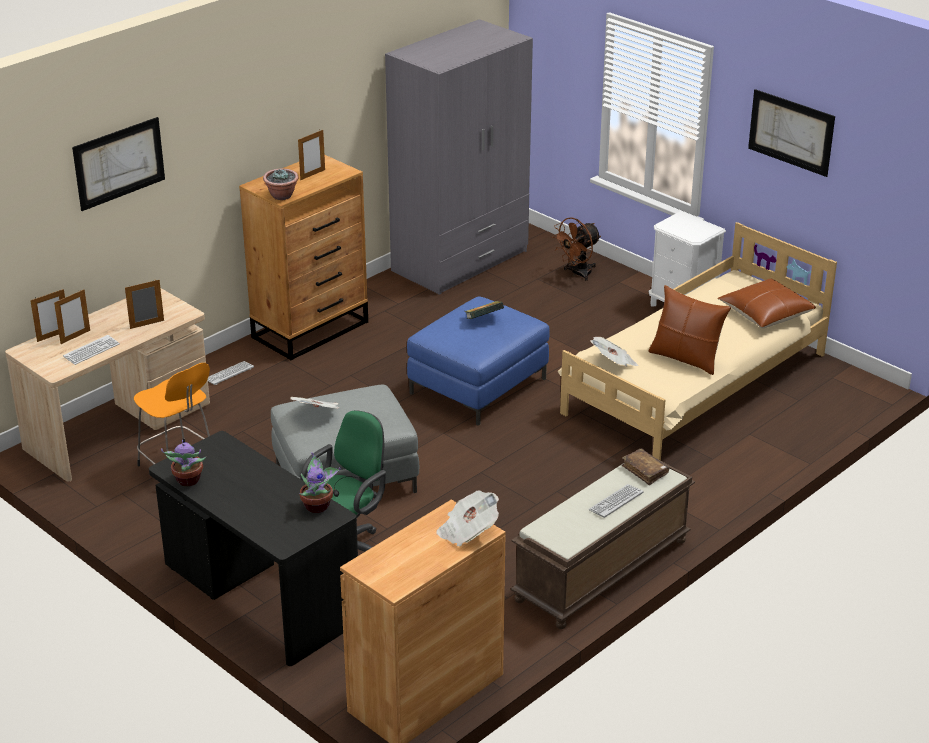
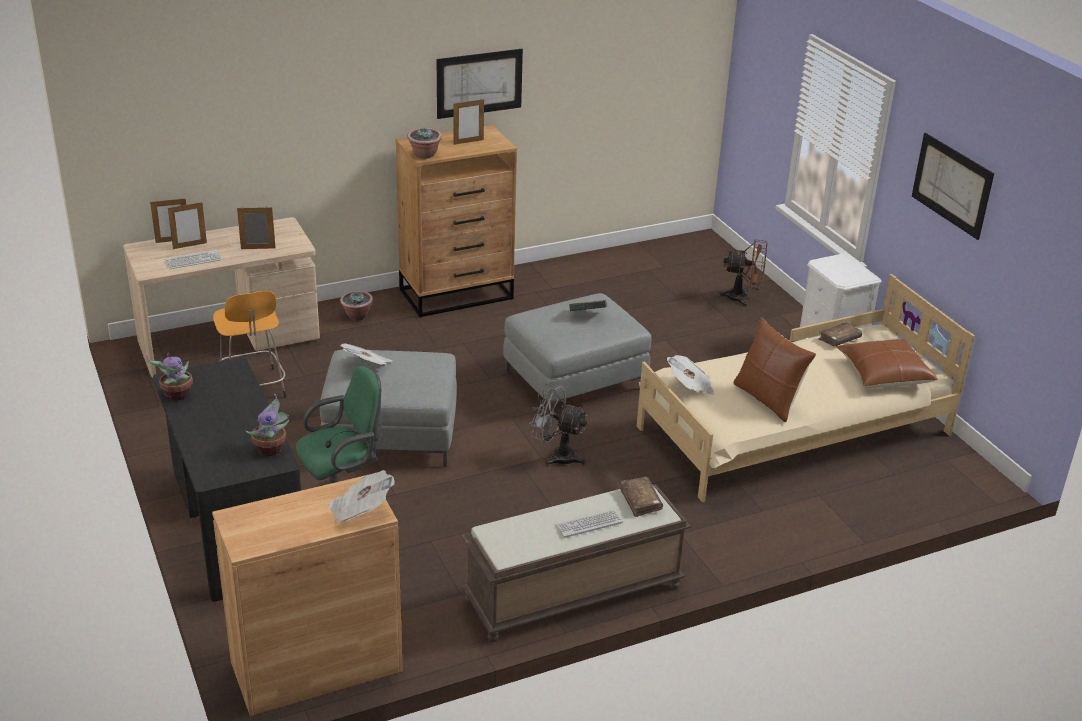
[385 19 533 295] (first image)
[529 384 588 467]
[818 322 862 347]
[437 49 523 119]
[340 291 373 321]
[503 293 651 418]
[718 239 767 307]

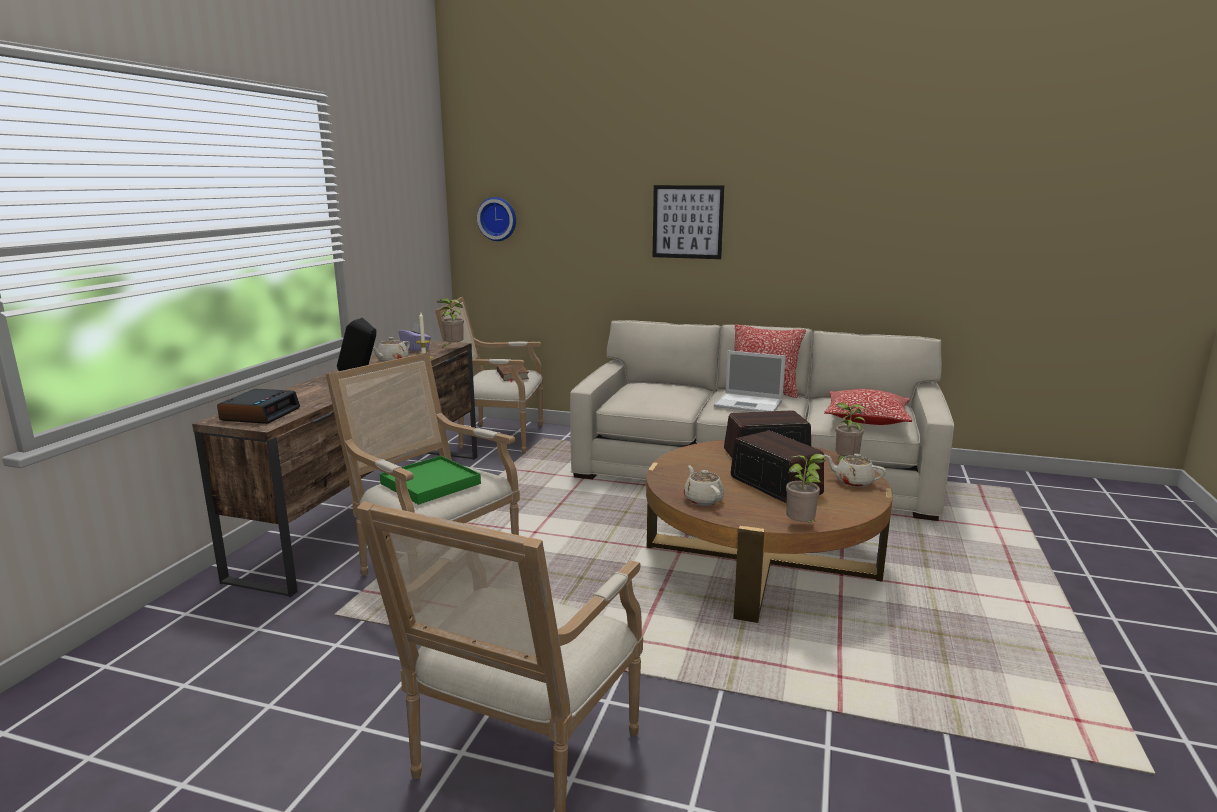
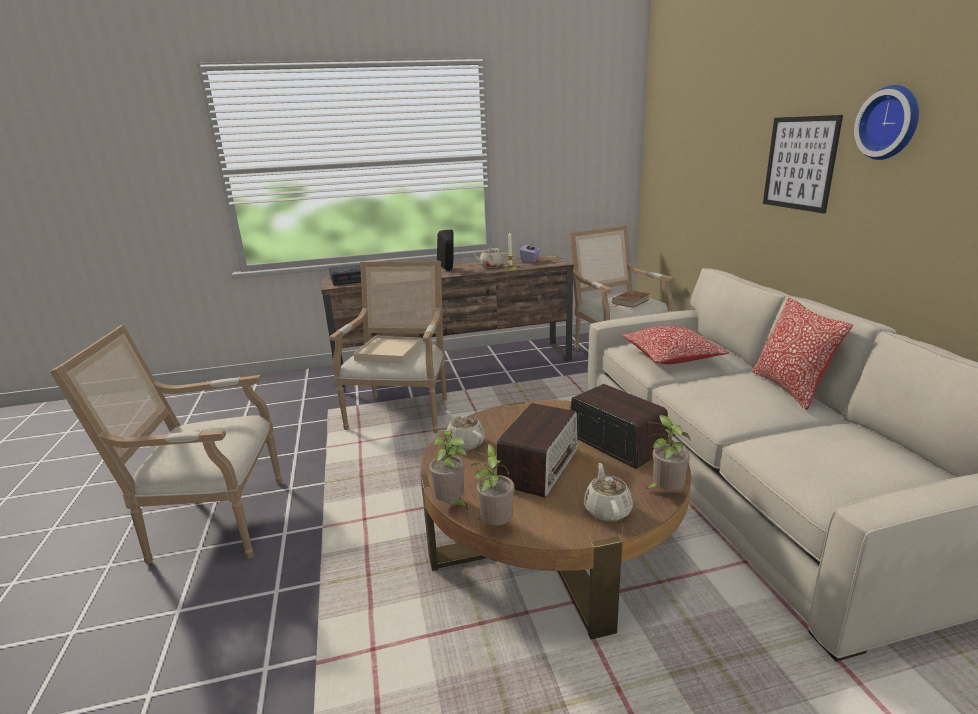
[714 351 786 412] (first image)
[471 444 515 525]
[854 85 919 160]
[621 326 729 364]
[353 335 422 364]
[446 410 485 450]

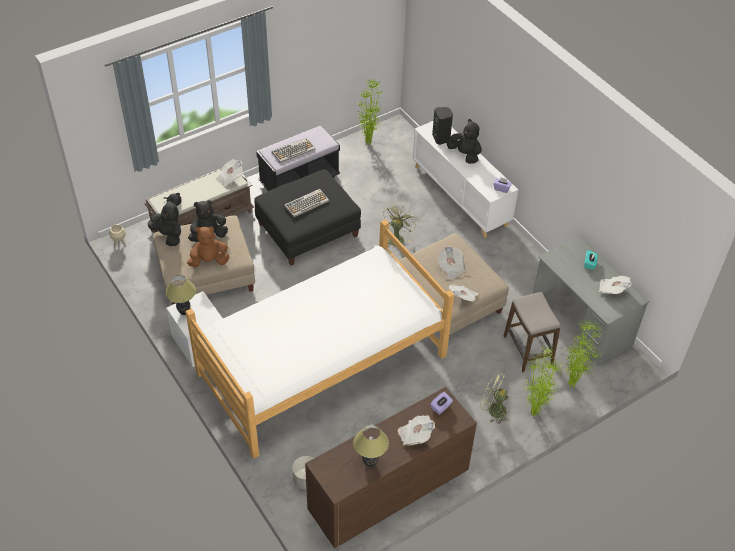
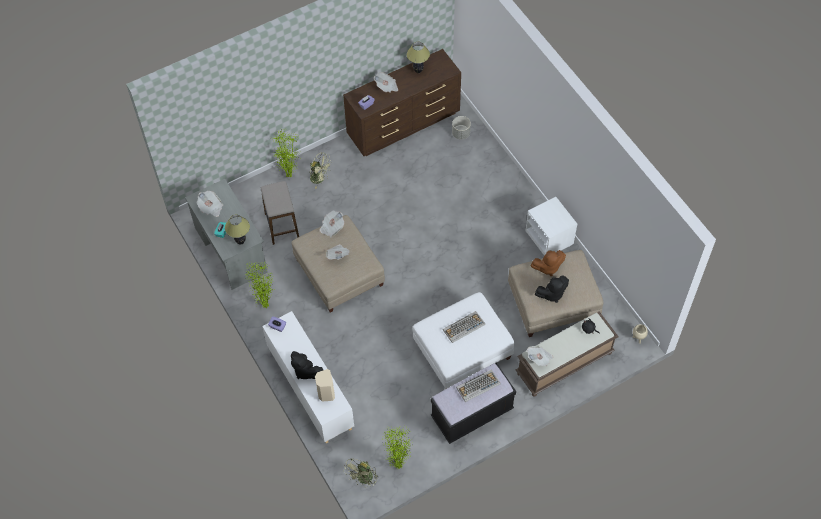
[148 199 181 246] (first image)
[185 220 454 459] (first image)
[225 214 250 245]
[344 458 379 488]
[245 261 275 308]
[413 292 514 389]
[315 369 335 401]

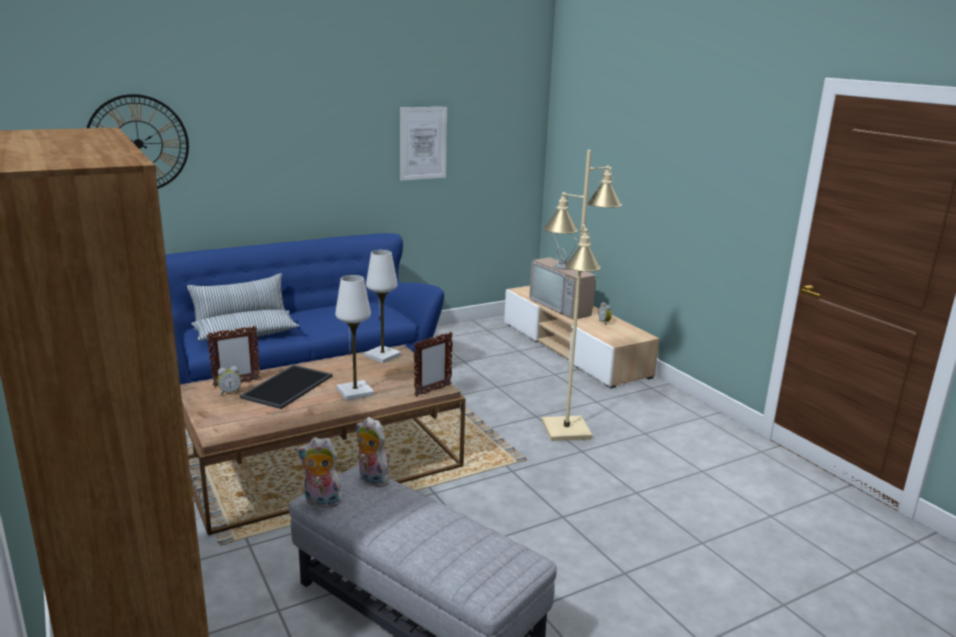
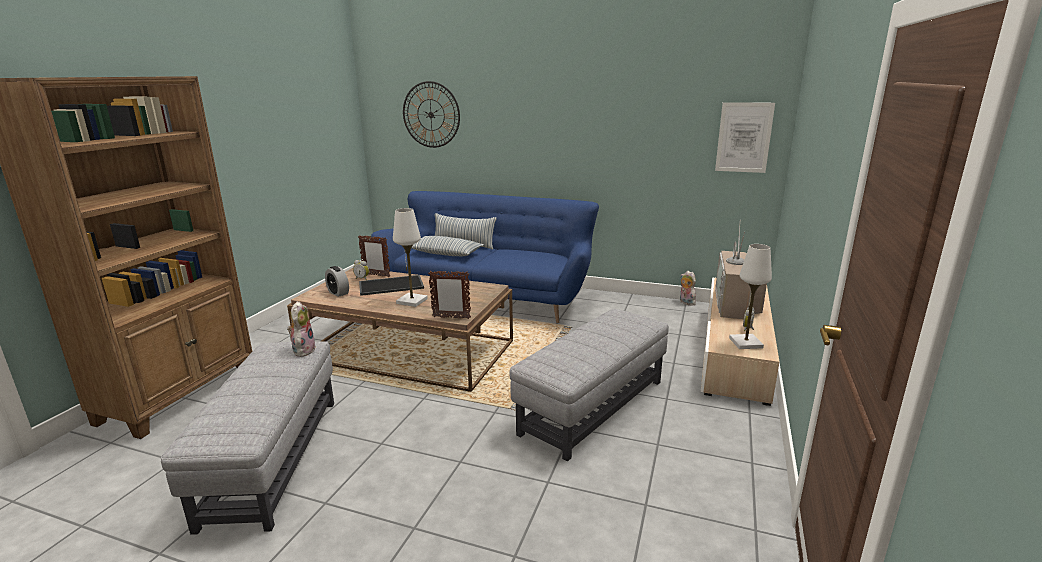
[325 266 349 297]
[680 271 696 306]
[729 244 772 349]
[715 102 775 173]
[510 309 669 462]

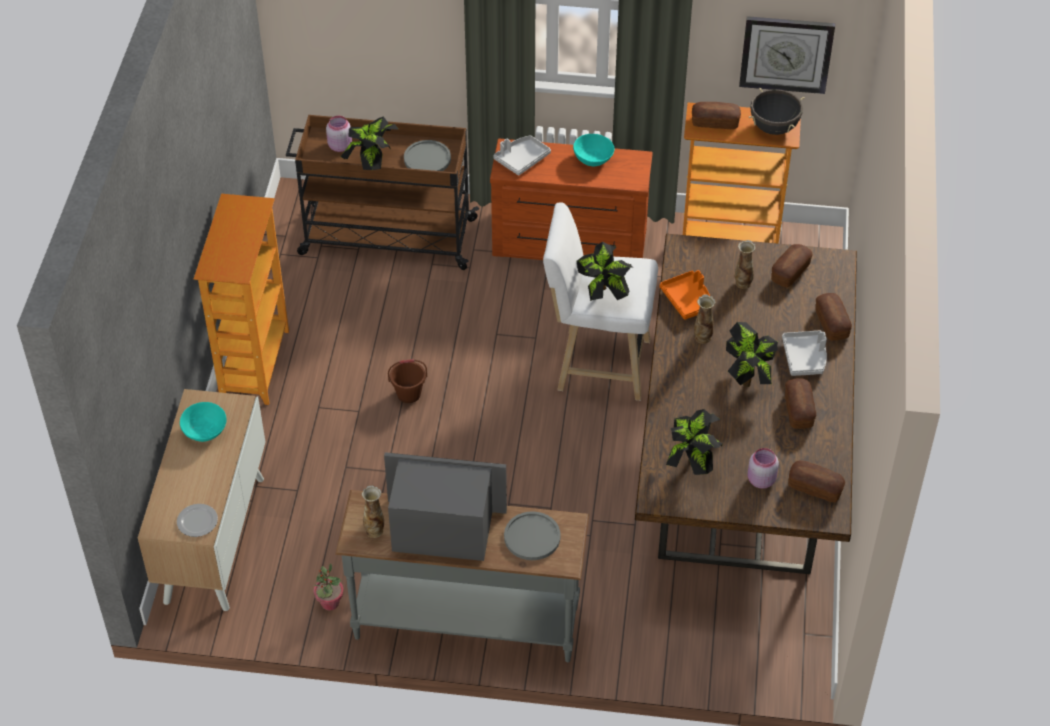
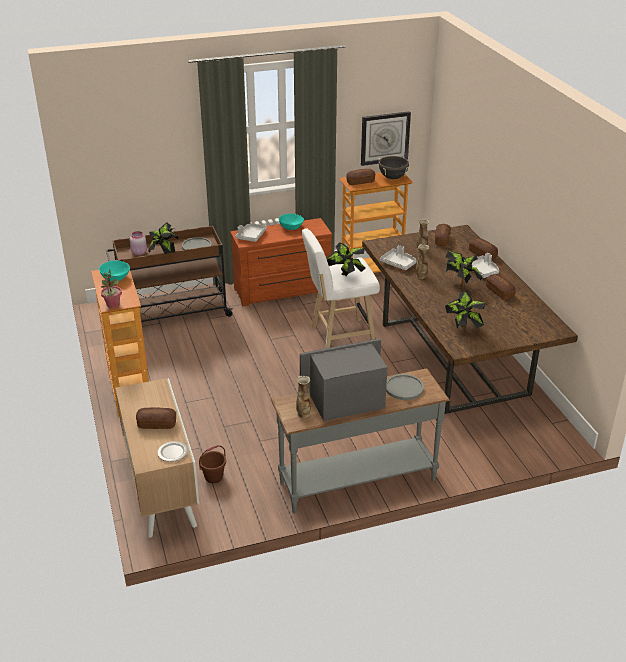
[748 448 779 489] (first image)
[99 261 130 281]
[101 269 122 308]
[199 445 226 483]
[136 408 176 429]
[380 245 416 270]

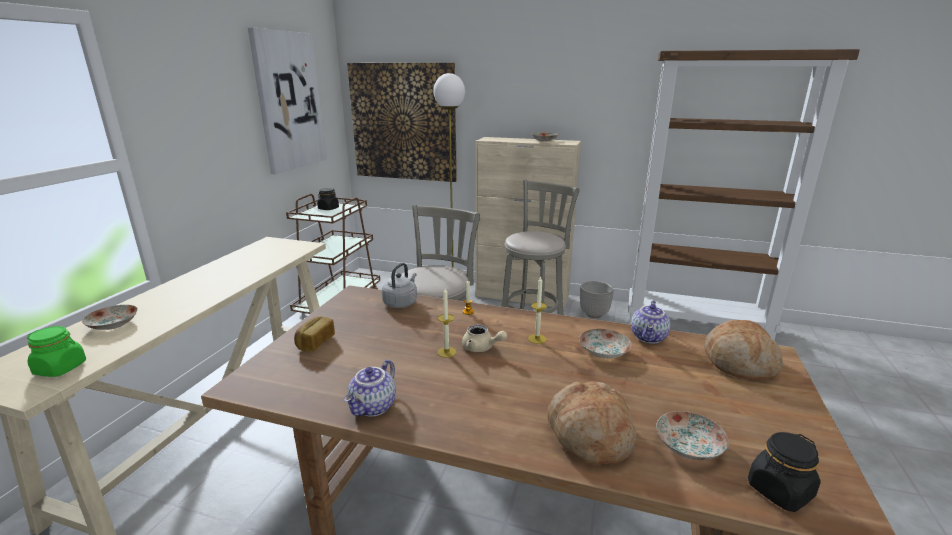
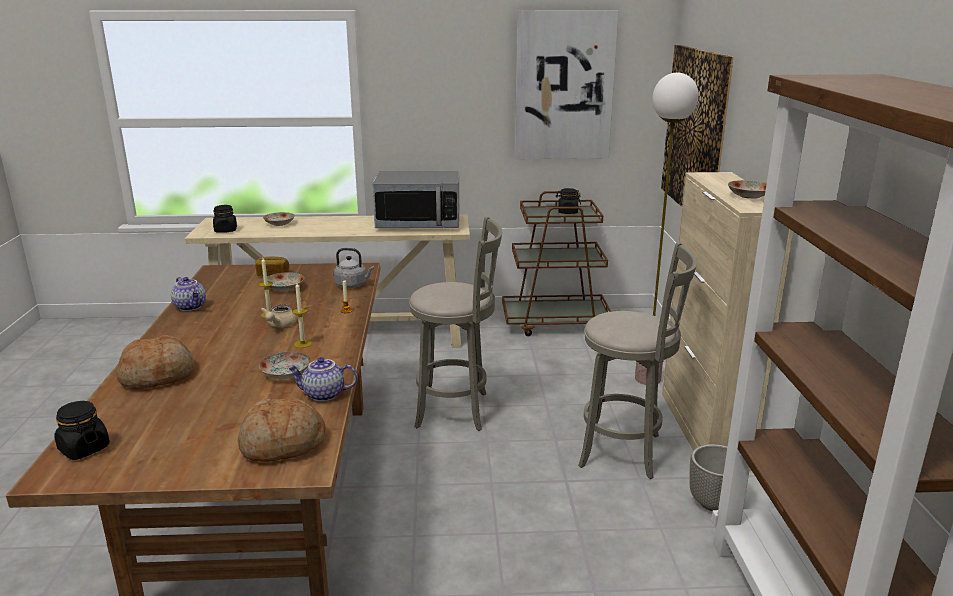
[372 171 459 228]
[267 272 304 291]
[213 205 237 233]
[171 277 206 311]

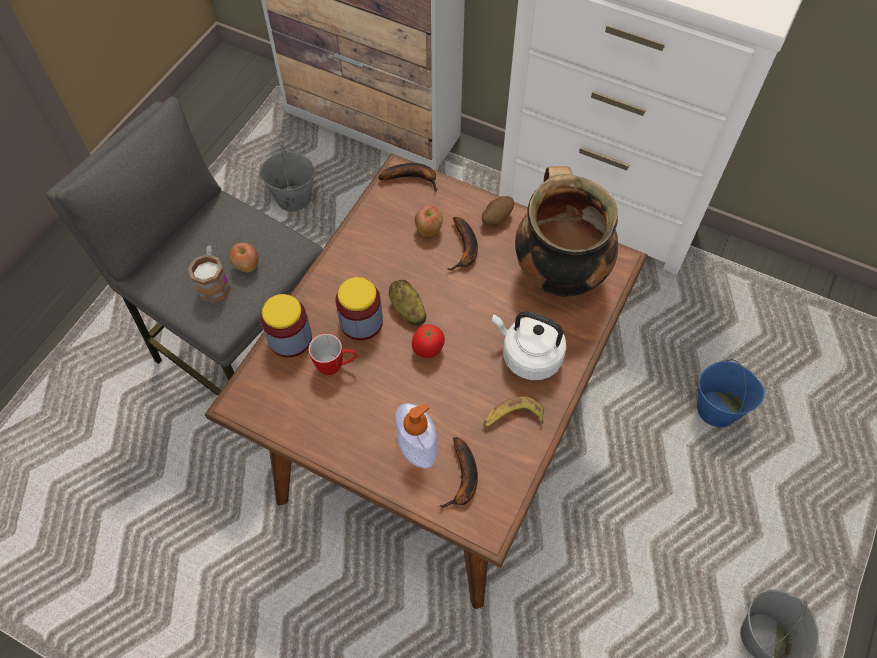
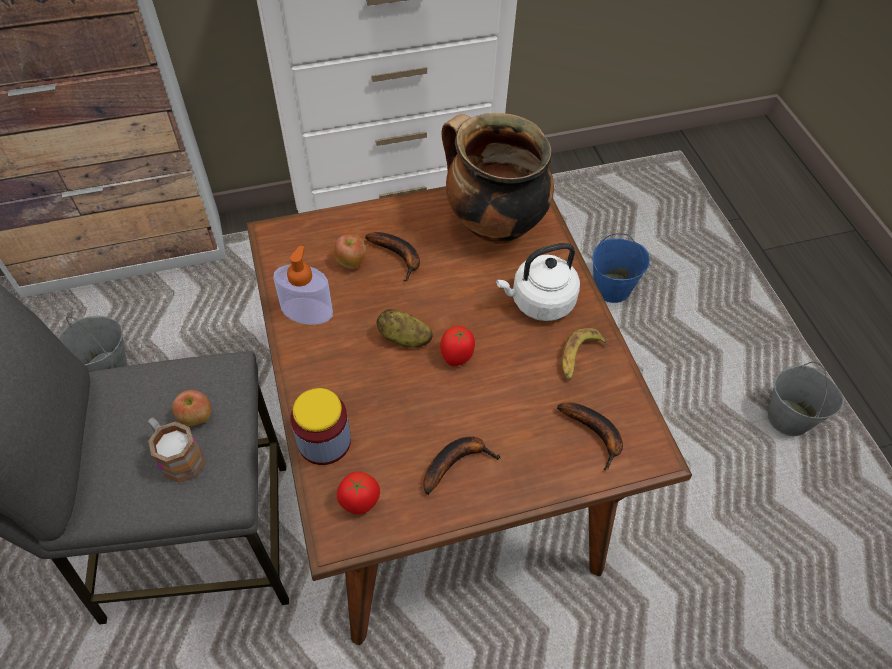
[308 333 357 375] (first image)
[335 277 383 340] (first image)
[482 196 514 225] (first image)
[337 472 380 514]
[423 436 501 495]
[273 246 333 325]

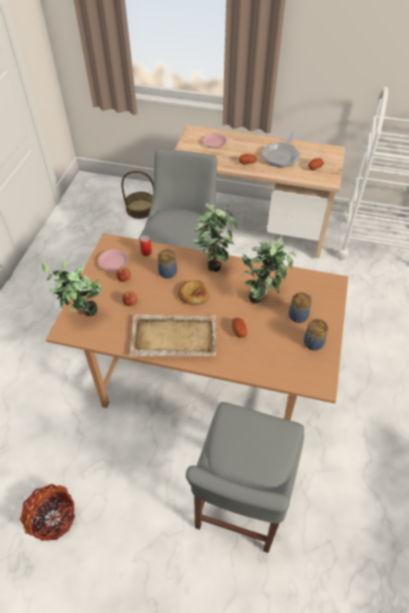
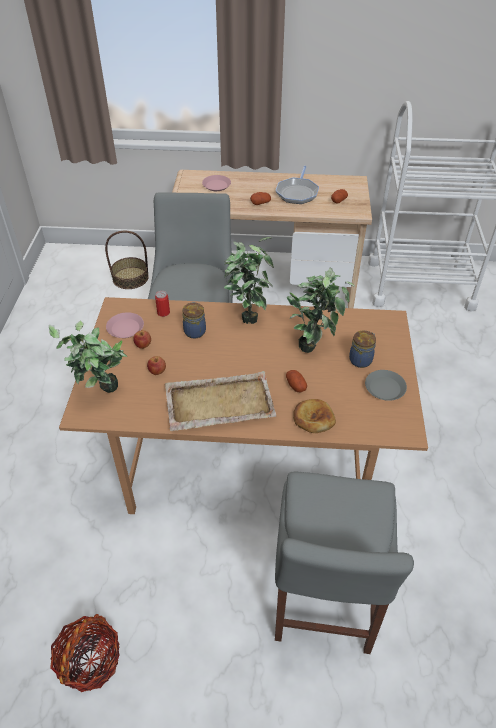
[293 399 336 433]
[365 370 407 401]

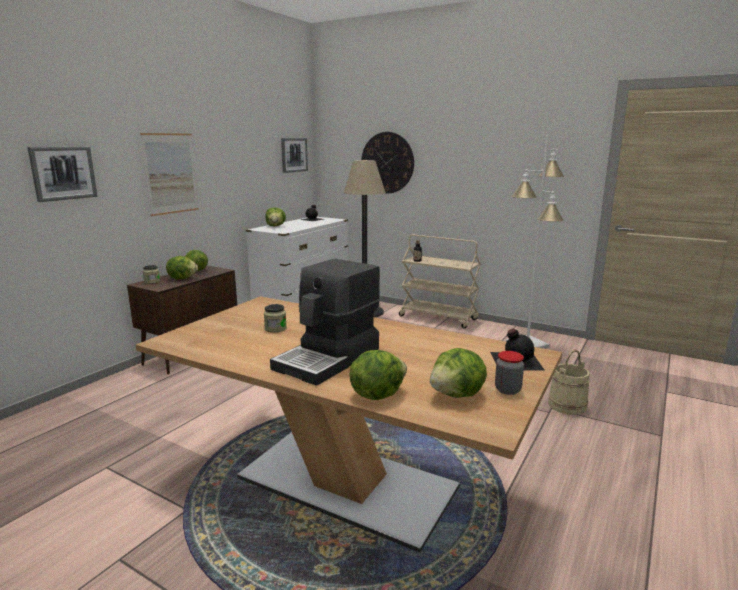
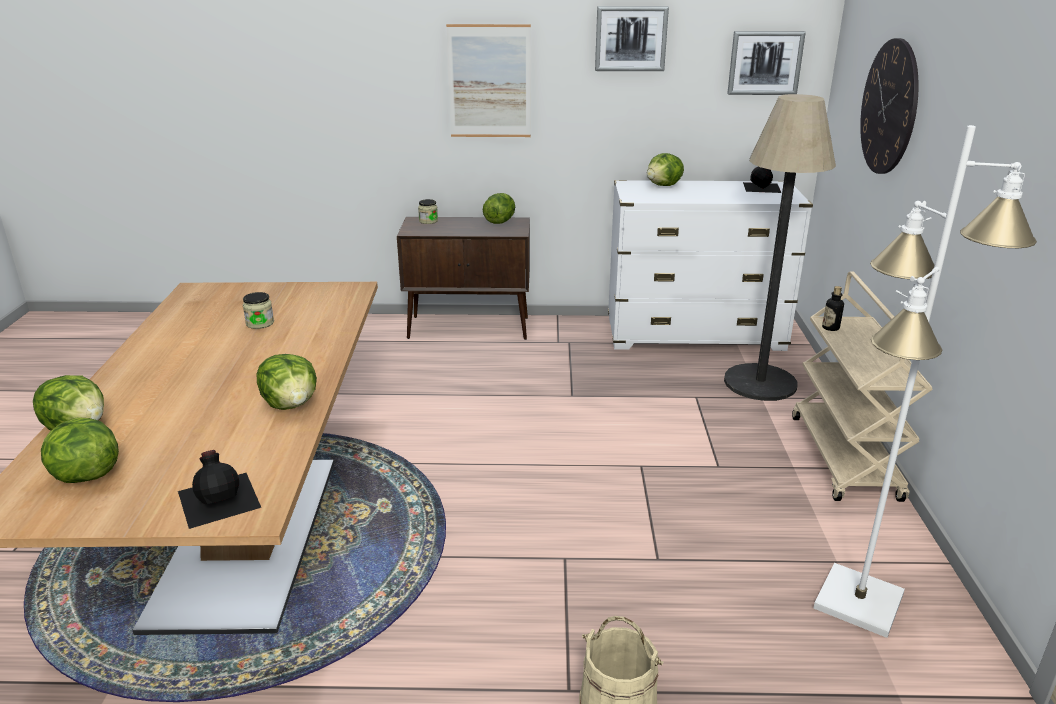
[270 259 380 386] (first image)
[495 351 524 395] (first image)
[595 6 669 71]
[257 354 317 410]

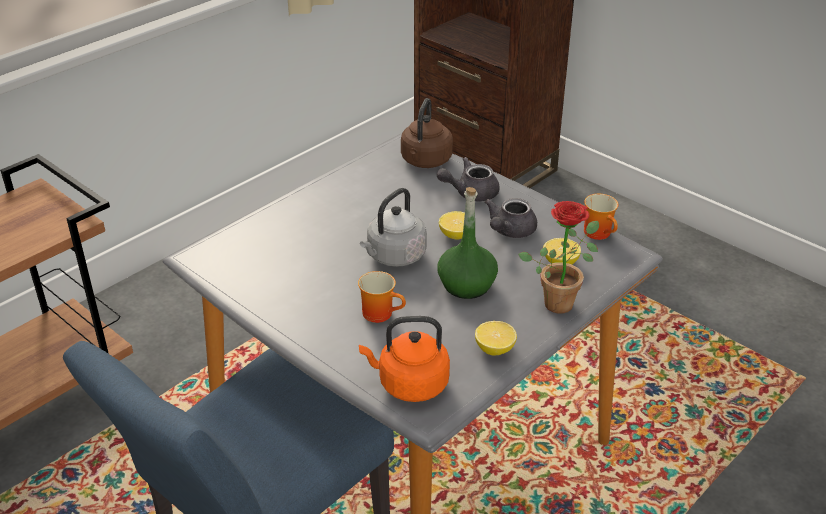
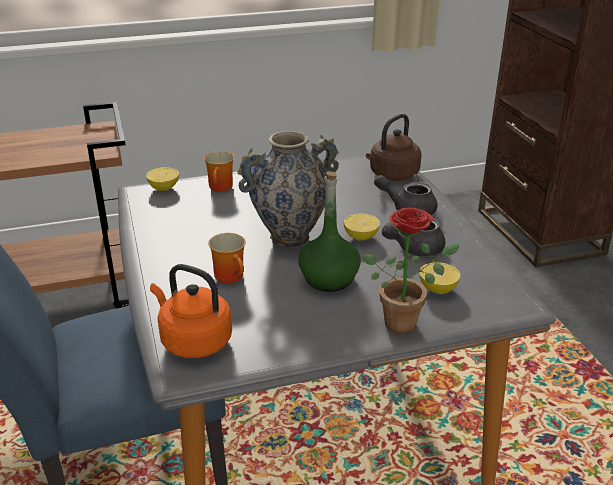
[146 167 179 191]
[204 151 234 191]
[237 131 339 247]

